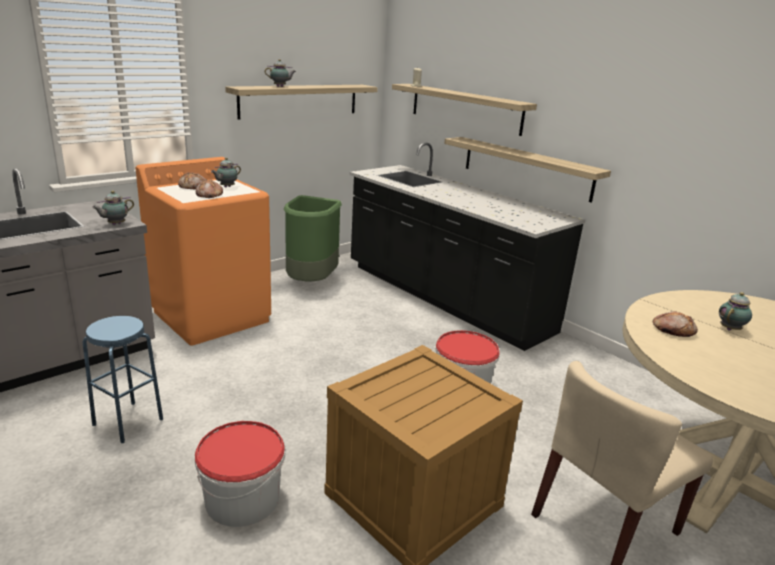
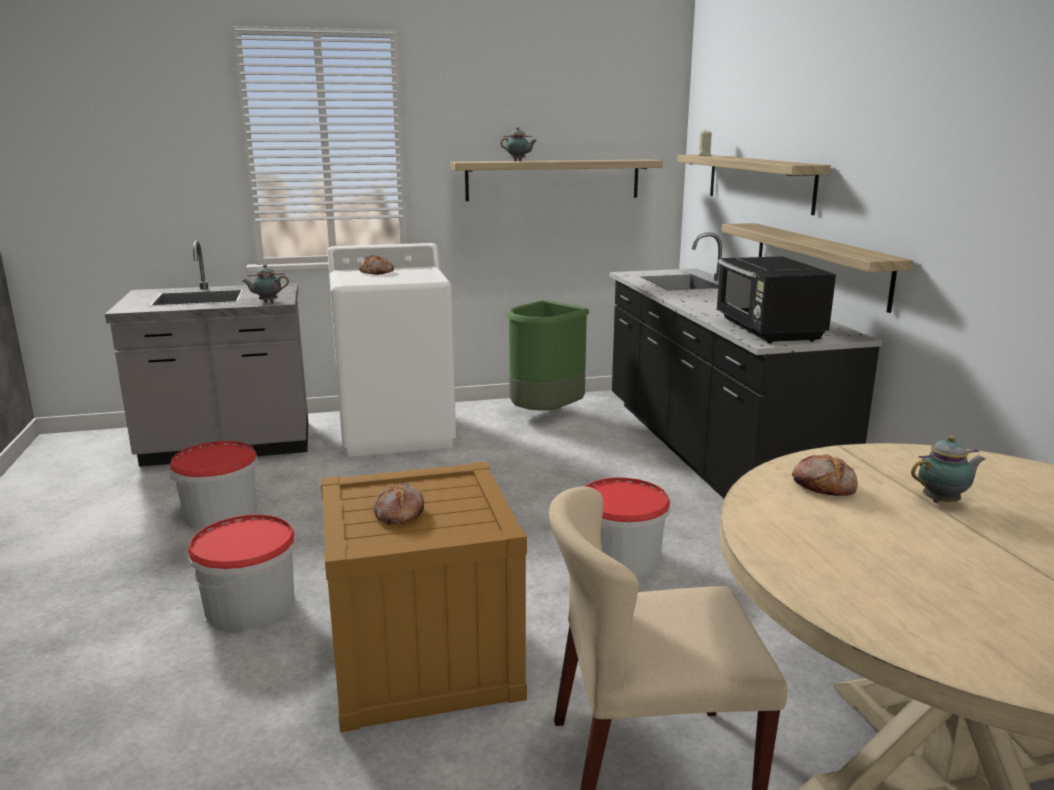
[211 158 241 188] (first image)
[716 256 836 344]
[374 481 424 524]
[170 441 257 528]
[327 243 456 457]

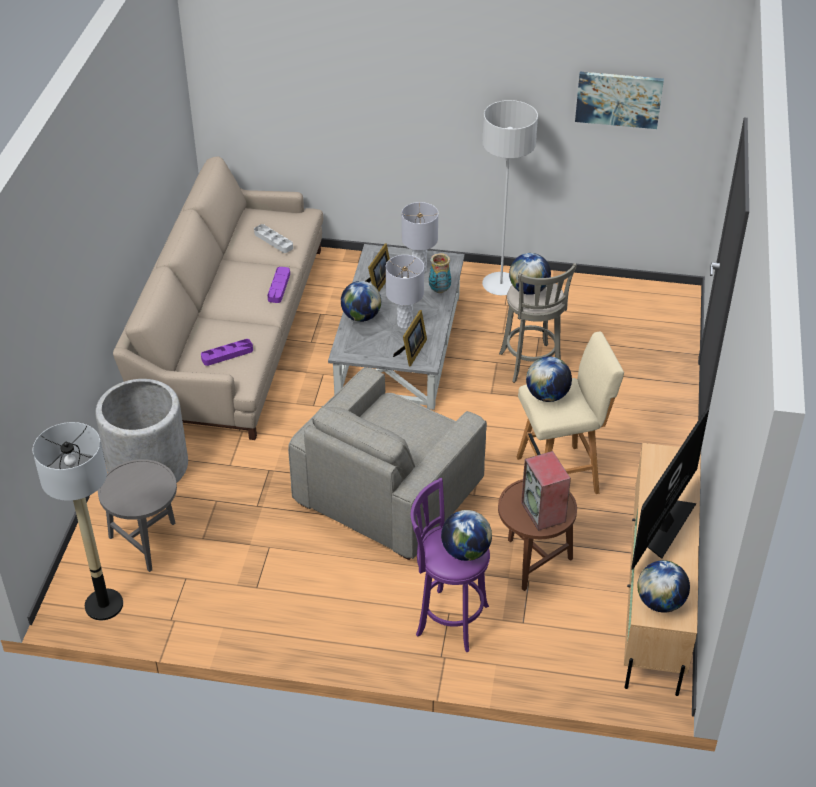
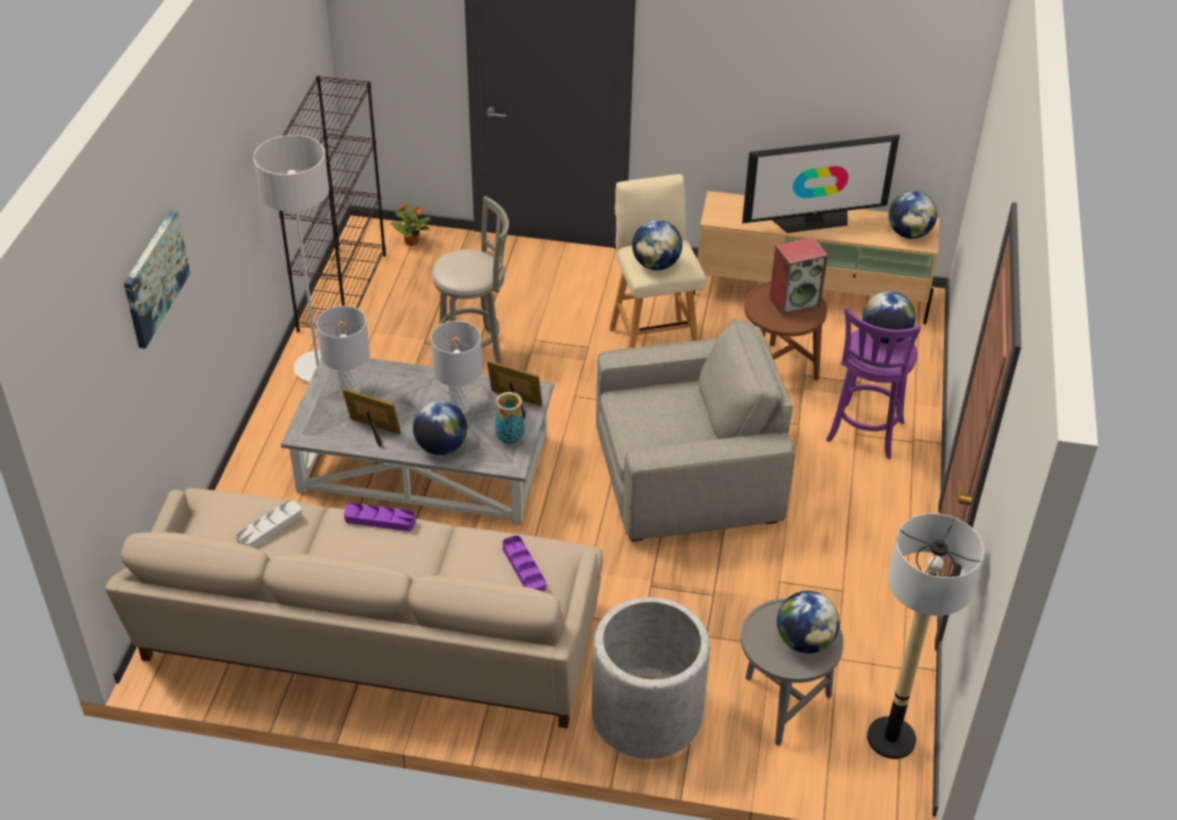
[279 75 386 332]
[391 204 430 246]
[494 392 525 444]
[777 591 840 654]
[124 210 190 349]
[596 319 794 542]
[742 135 900 233]

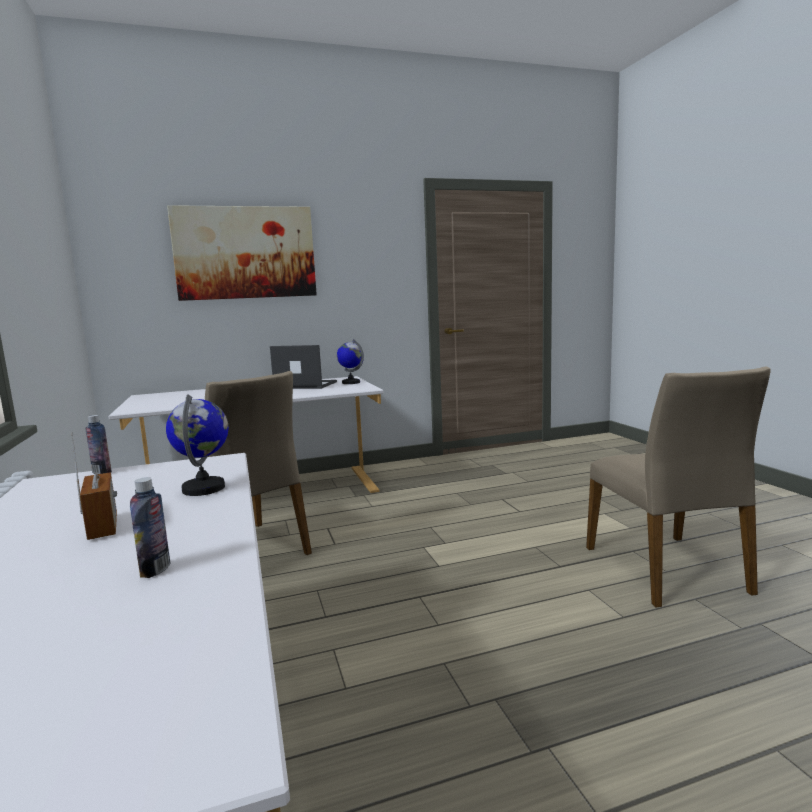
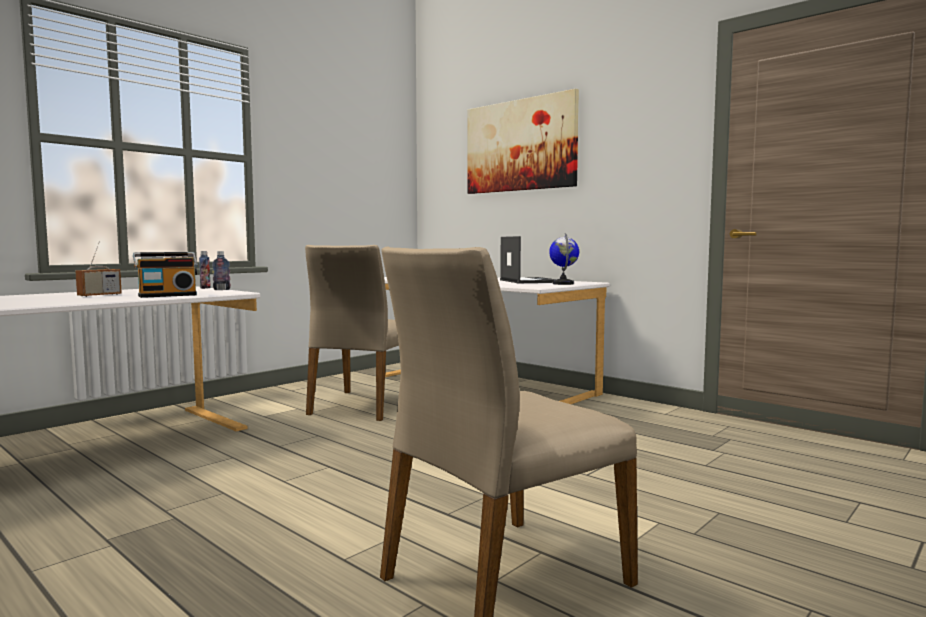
[212 251 231 290]
[133 252 198 298]

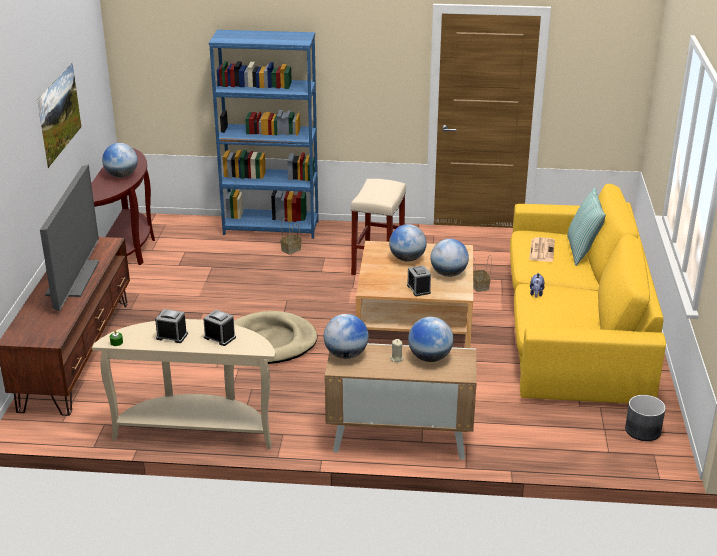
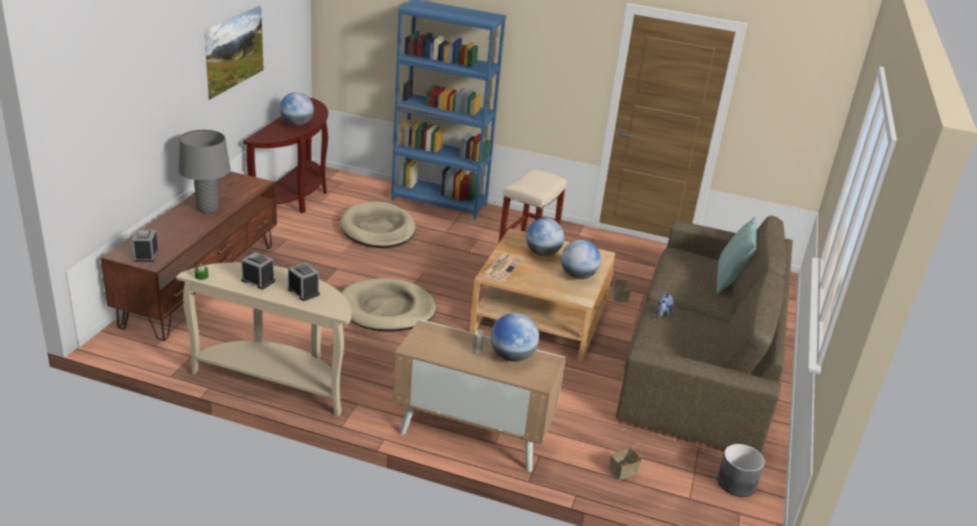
[324 314 369 359] (first image)
[340 201 416 248]
[609 428 642 480]
[132 229 158 262]
[481 253 523 282]
[179 130 230 213]
[616 216 793 454]

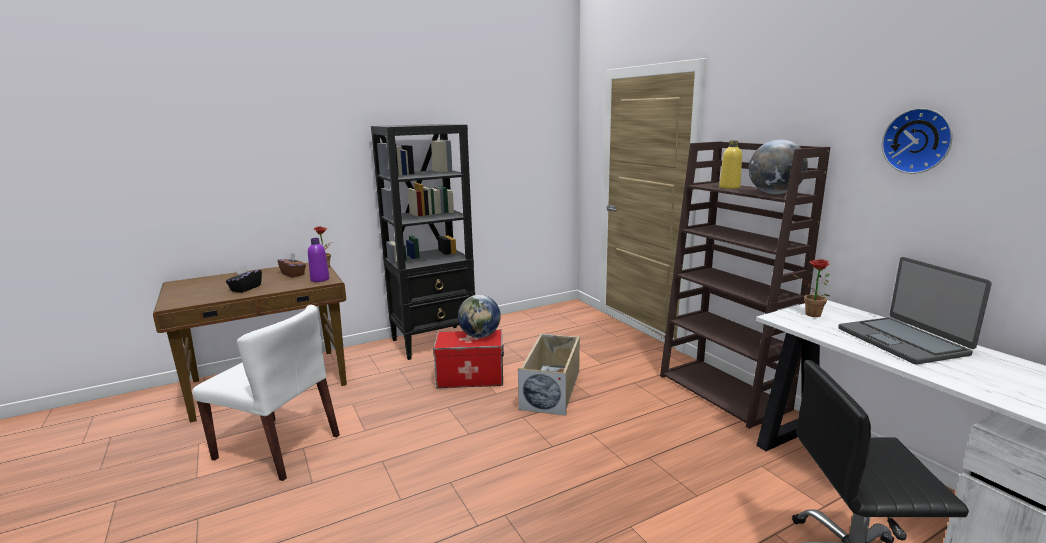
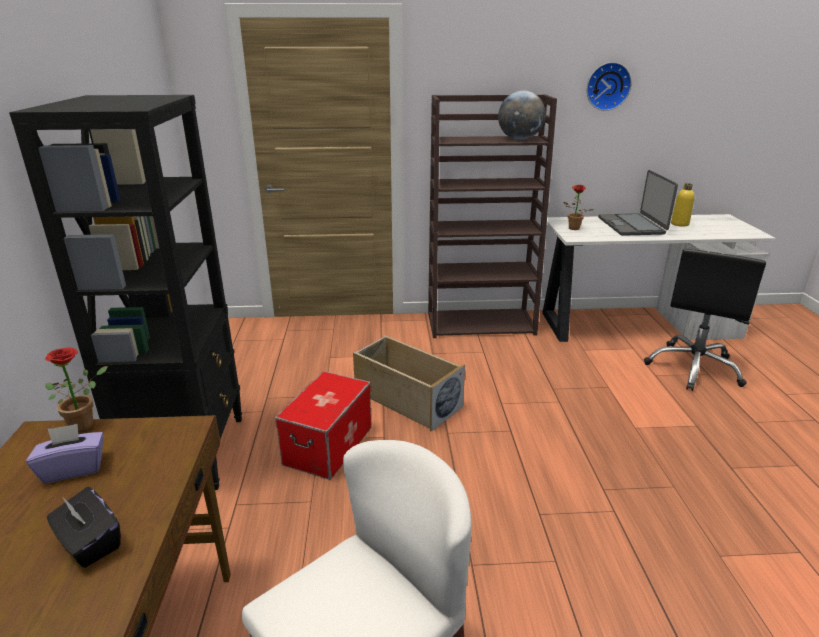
[308 238 329 282] (first image)
[458 295 501 338] (first image)
[671 183 694 227]
[26 424 104 483]
[598 170 678 236]

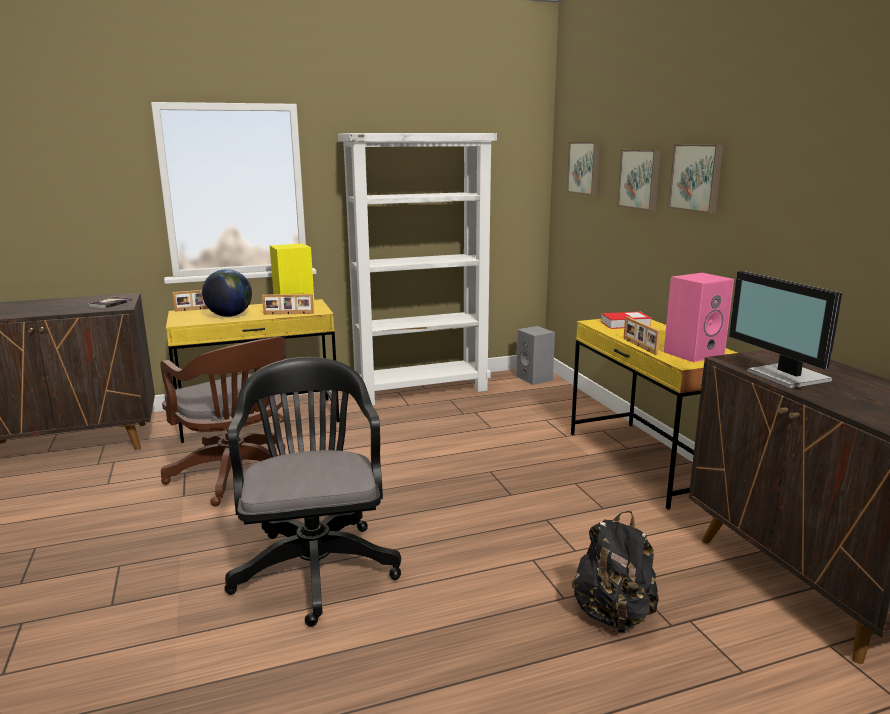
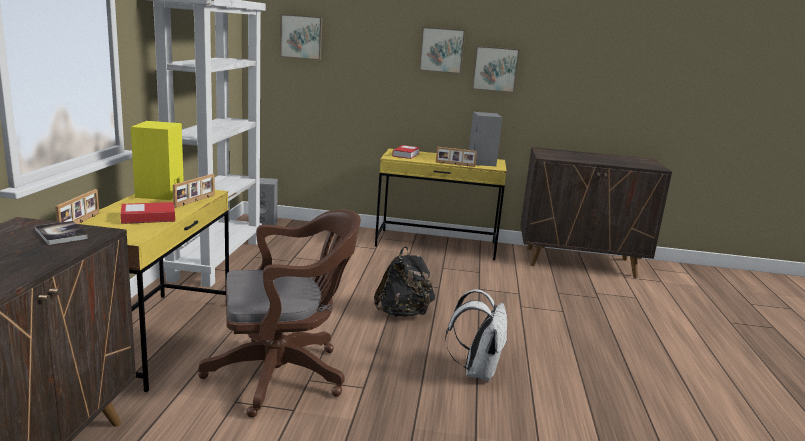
[729 271 842 388] (first image)
[374 247 435 317]
[472 46 520 93]
[121 202 175 224]
[445 289 508 382]
[469 112 502 166]

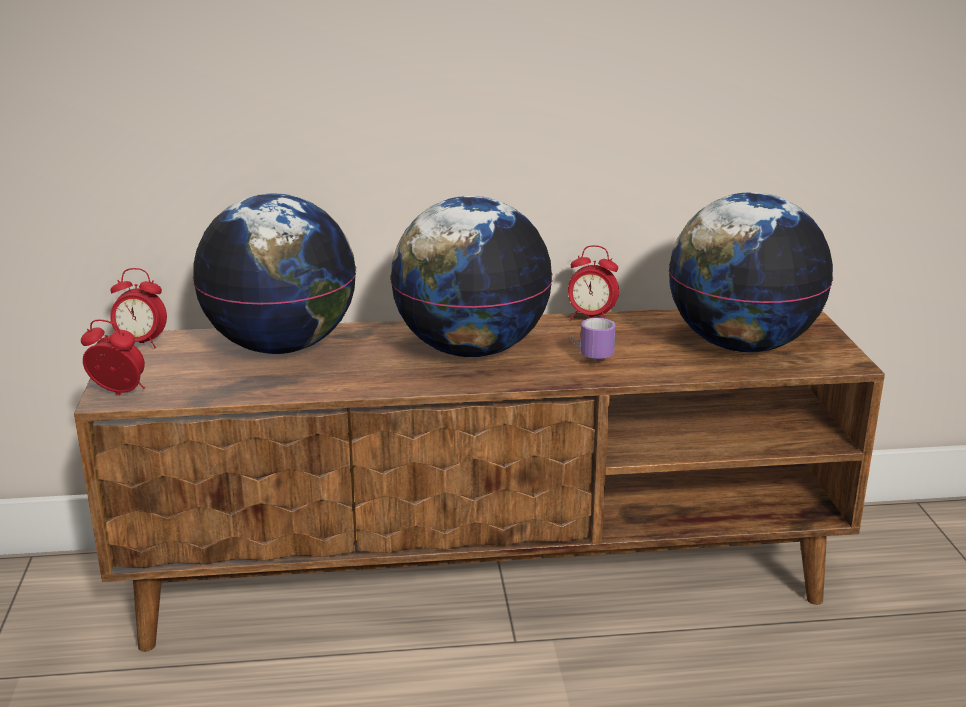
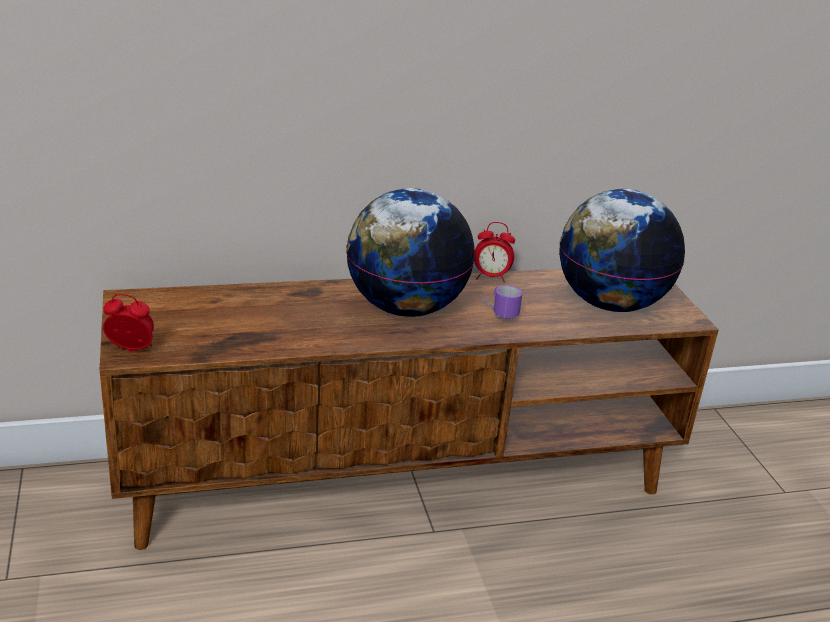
[110 268 167 348] (first image)
[193 194 356 354] (first image)

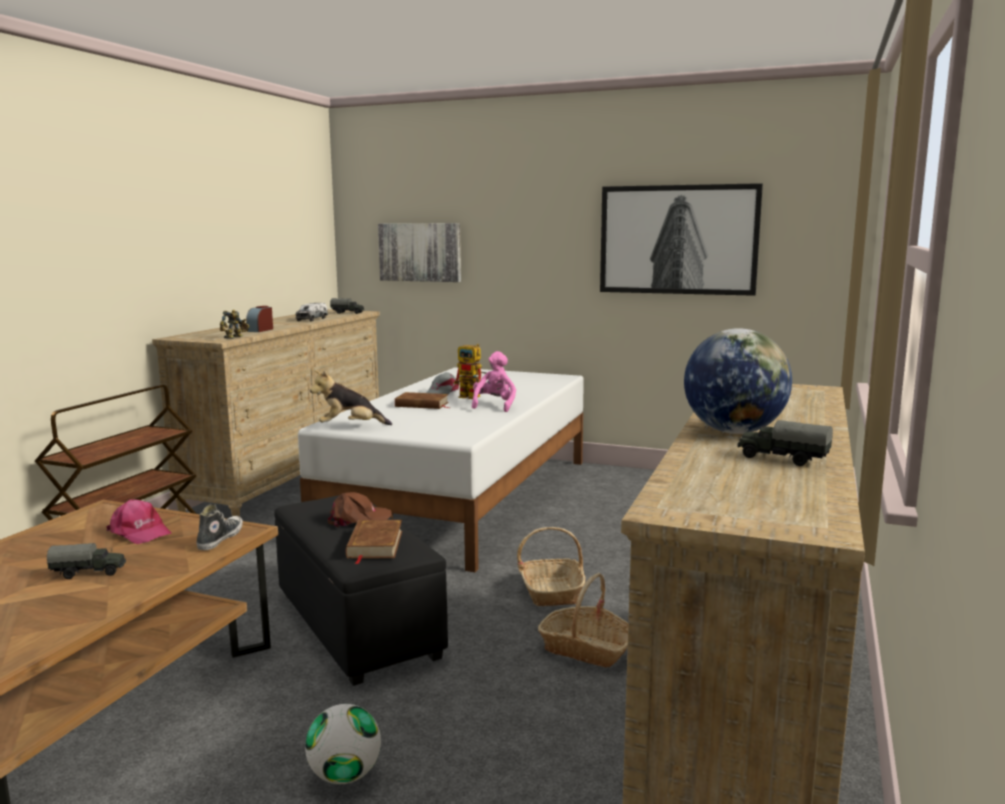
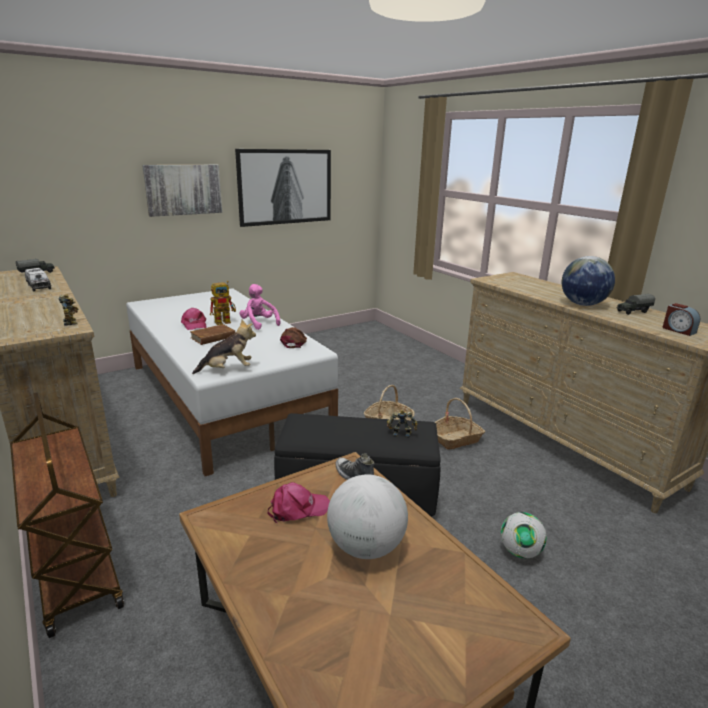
[663 303 700 336]
[280 327 307 348]
[142 165 222 217]
[327 474 408 559]
[387 410 418 438]
[181 308 207 330]
[192 320 256 374]

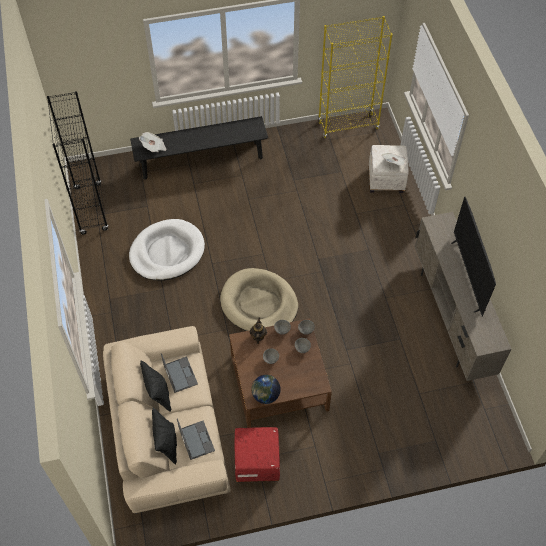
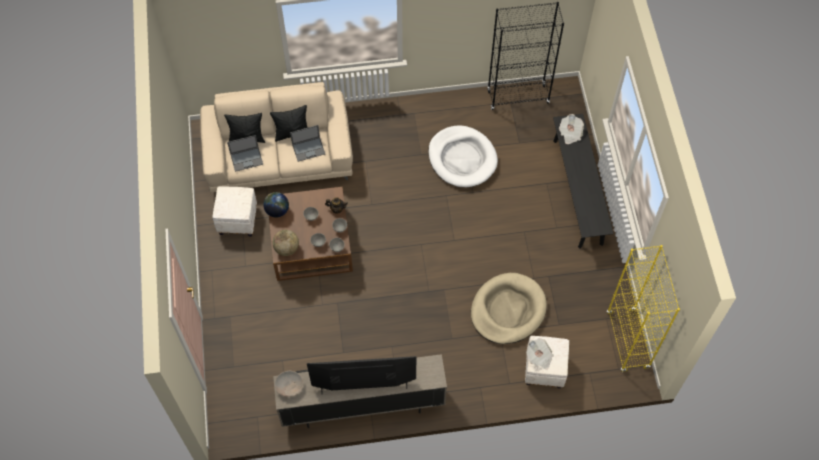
[273 230 299 256]
[275 371 303 397]
[471 273 547 344]
[212 186 257 236]

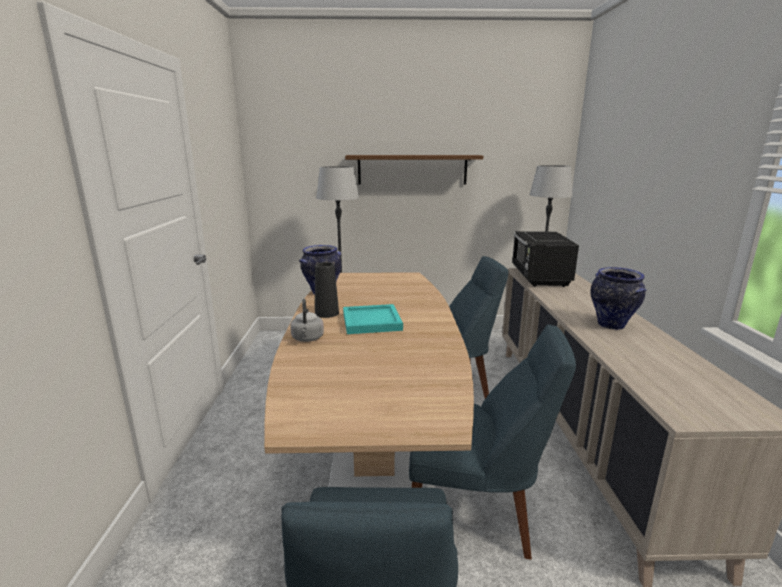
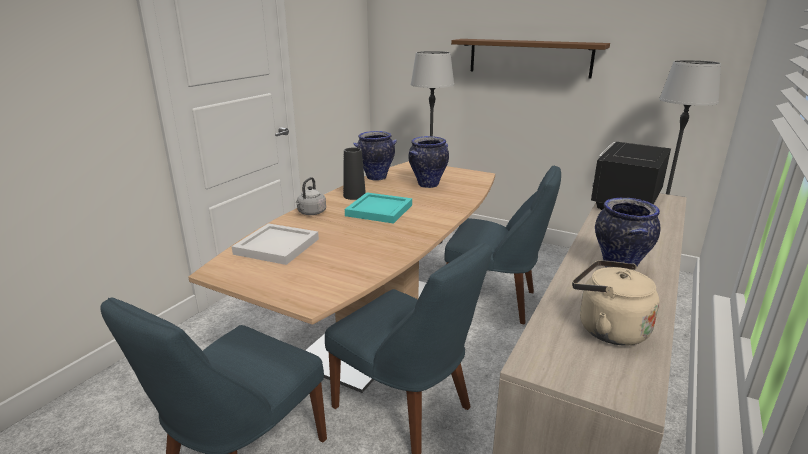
[232 223 319 265]
[408 136 449 188]
[572 260 660 346]

